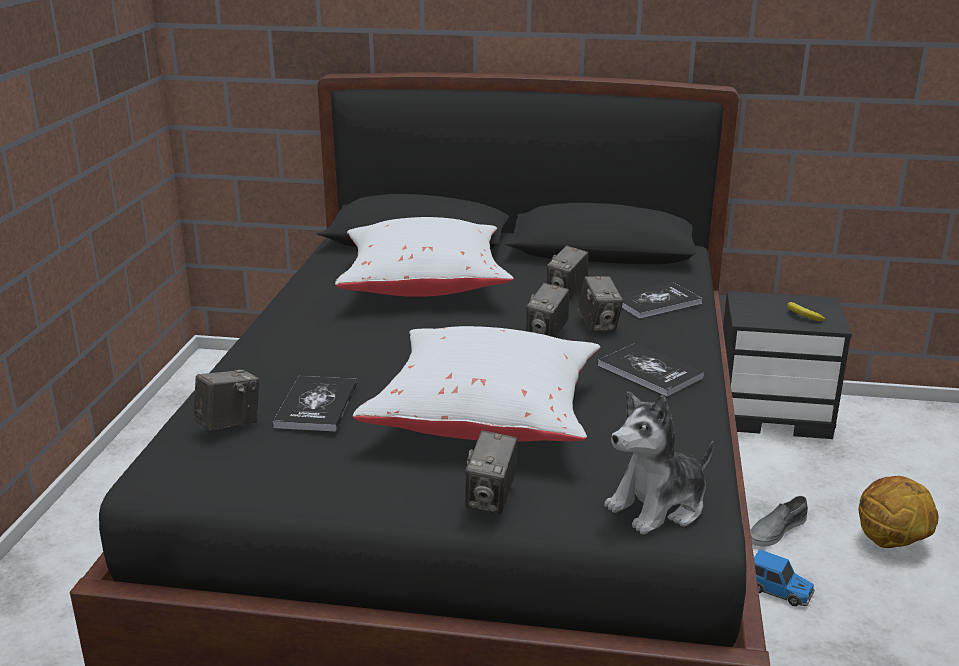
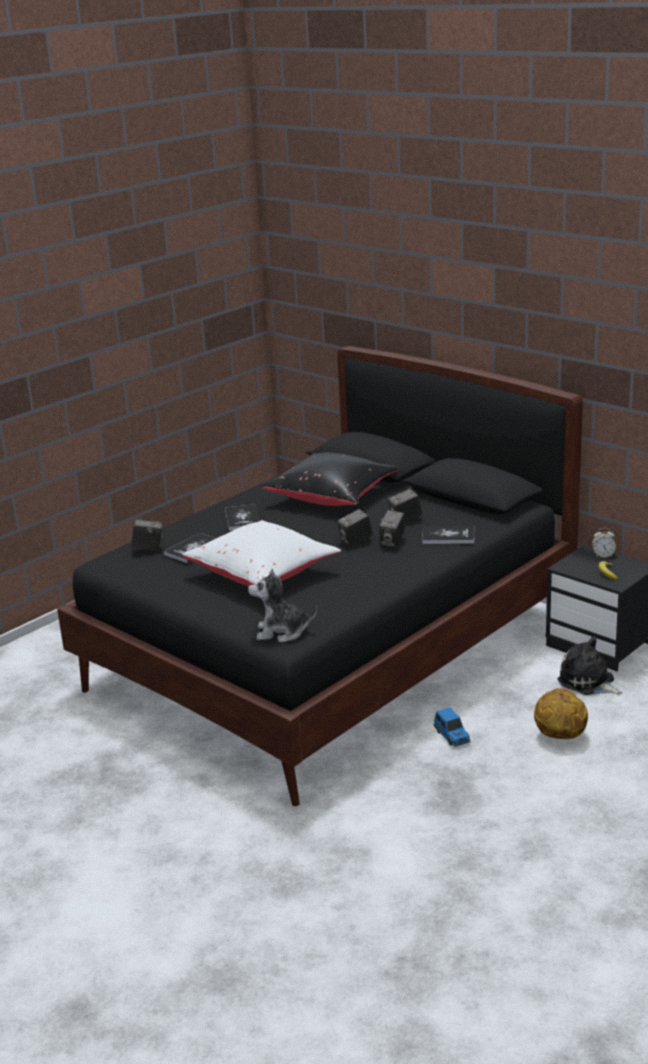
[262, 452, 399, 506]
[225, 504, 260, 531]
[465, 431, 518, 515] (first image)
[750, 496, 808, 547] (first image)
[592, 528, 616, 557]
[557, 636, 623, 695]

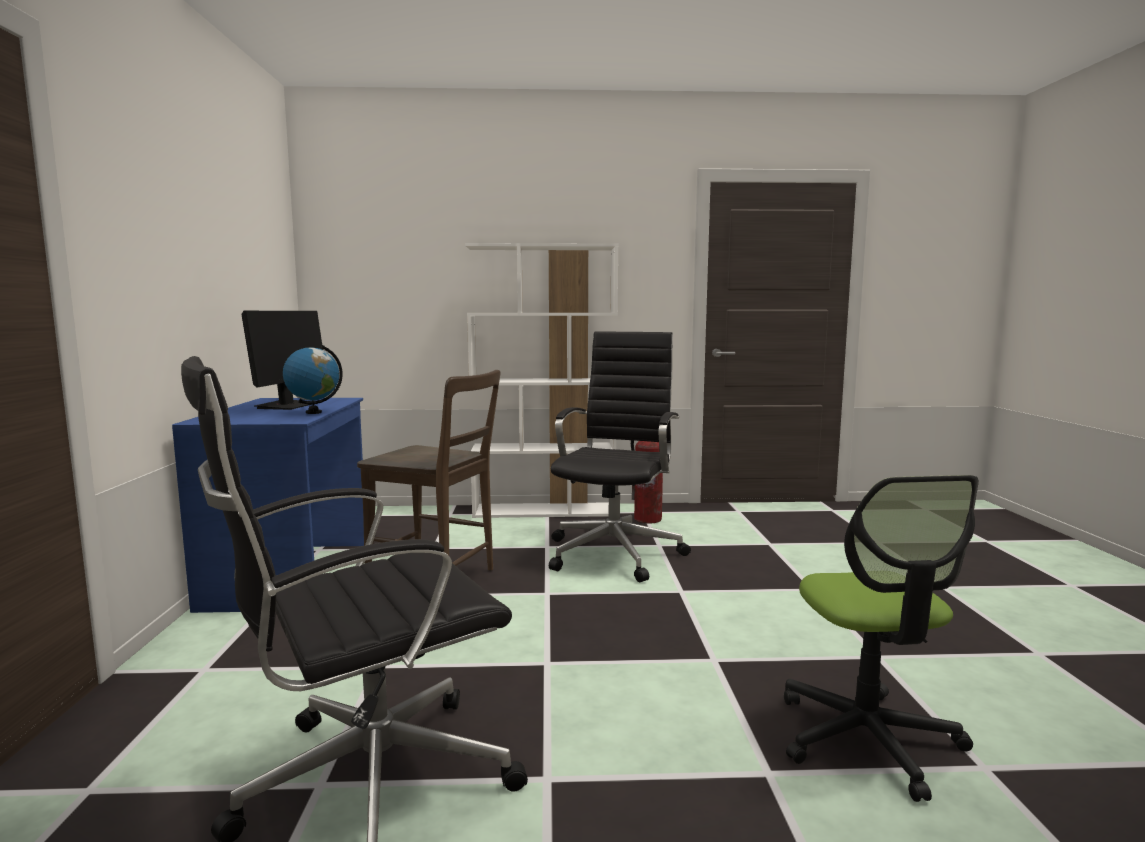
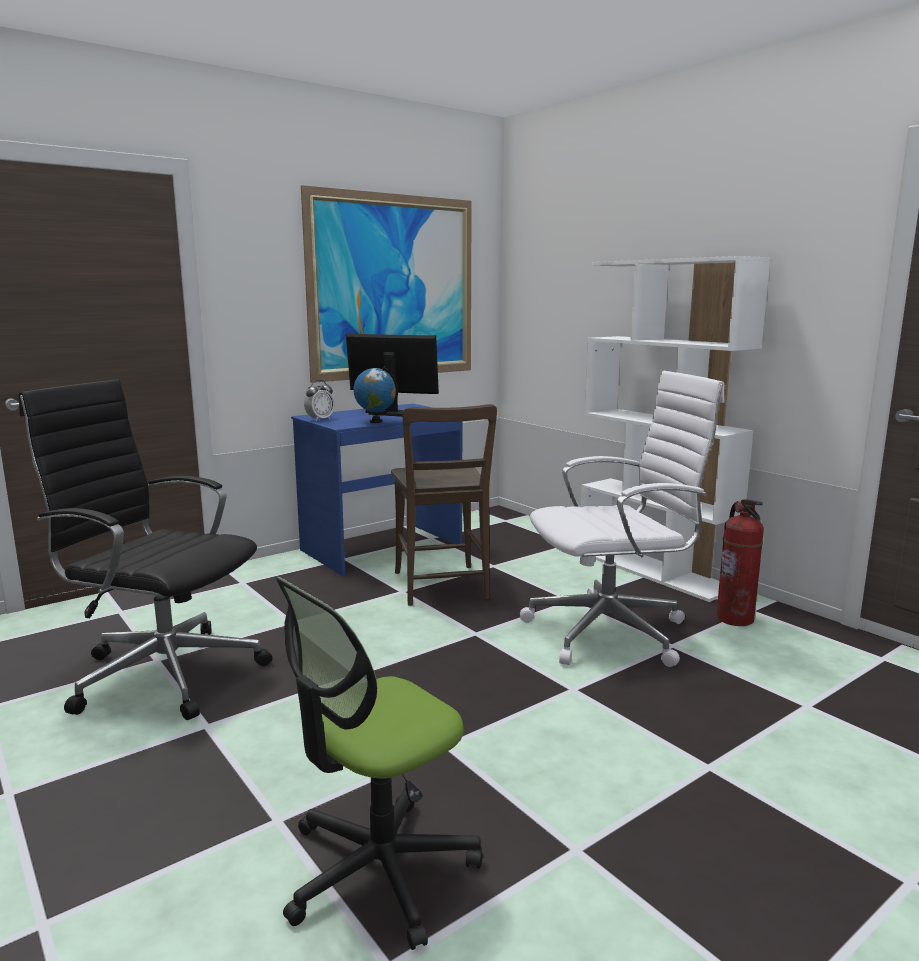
[346, 333, 439, 417]
[520, 371, 725, 667]
[301, 185, 472, 383]
[304, 380, 335, 421]

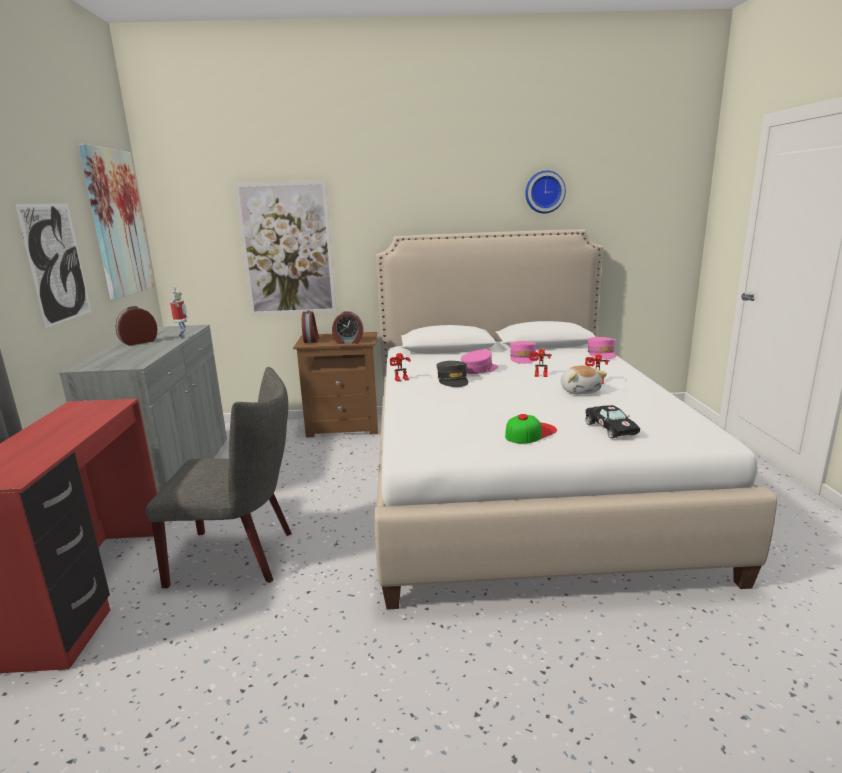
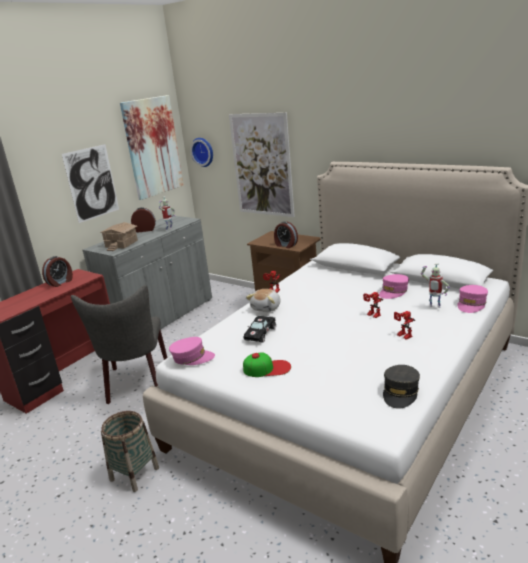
[190, 138, 213, 167]
[42, 256, 73, 287]
[169, 337, 215, 365]
[383, 365, 420, 409]
[246, 289, 280, 312]
[71, 285, 168, 404]
[244, 316, 276, 342]
[100, 222, 138, 251]
[421, 263, 450, 308]
[101, 411, 159, 492]

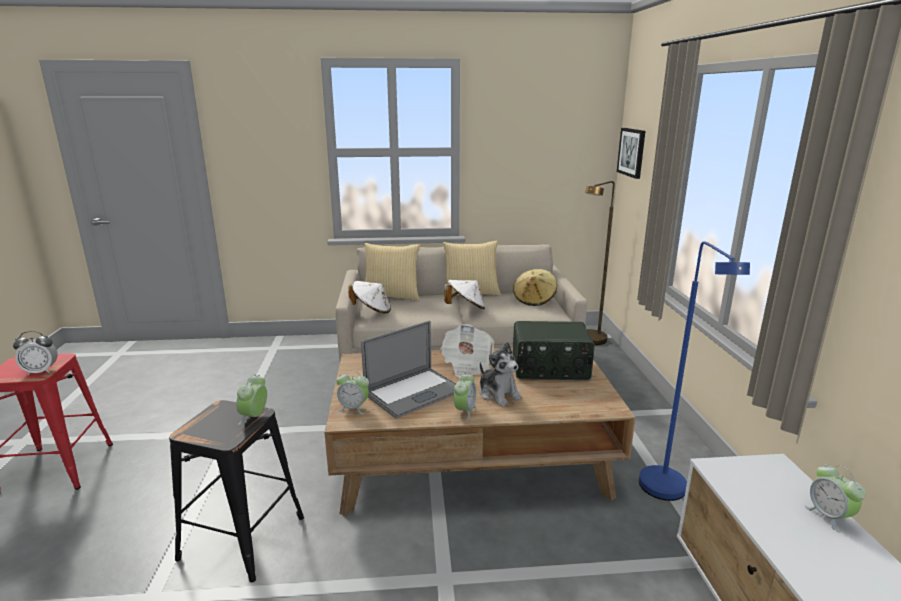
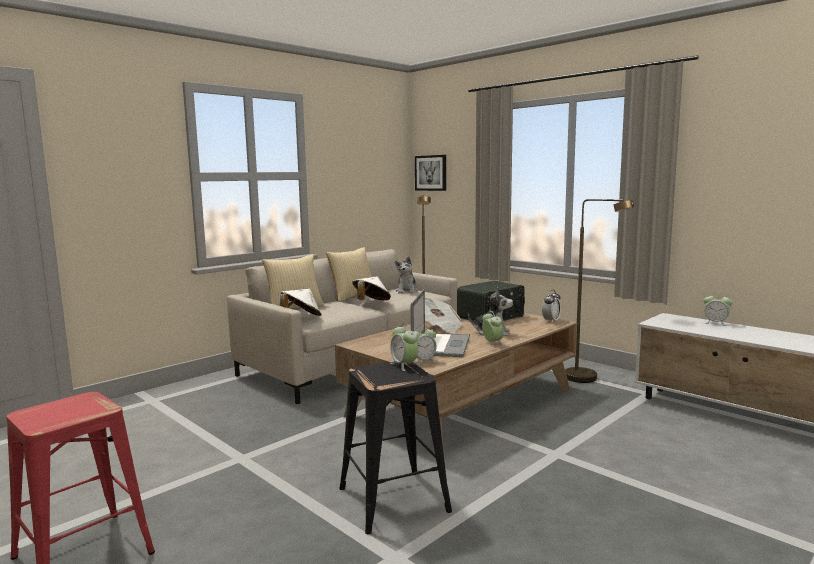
[565, 199, 634, 383]
[395, 257, 418, 293]
[542, 290, 561, 323]

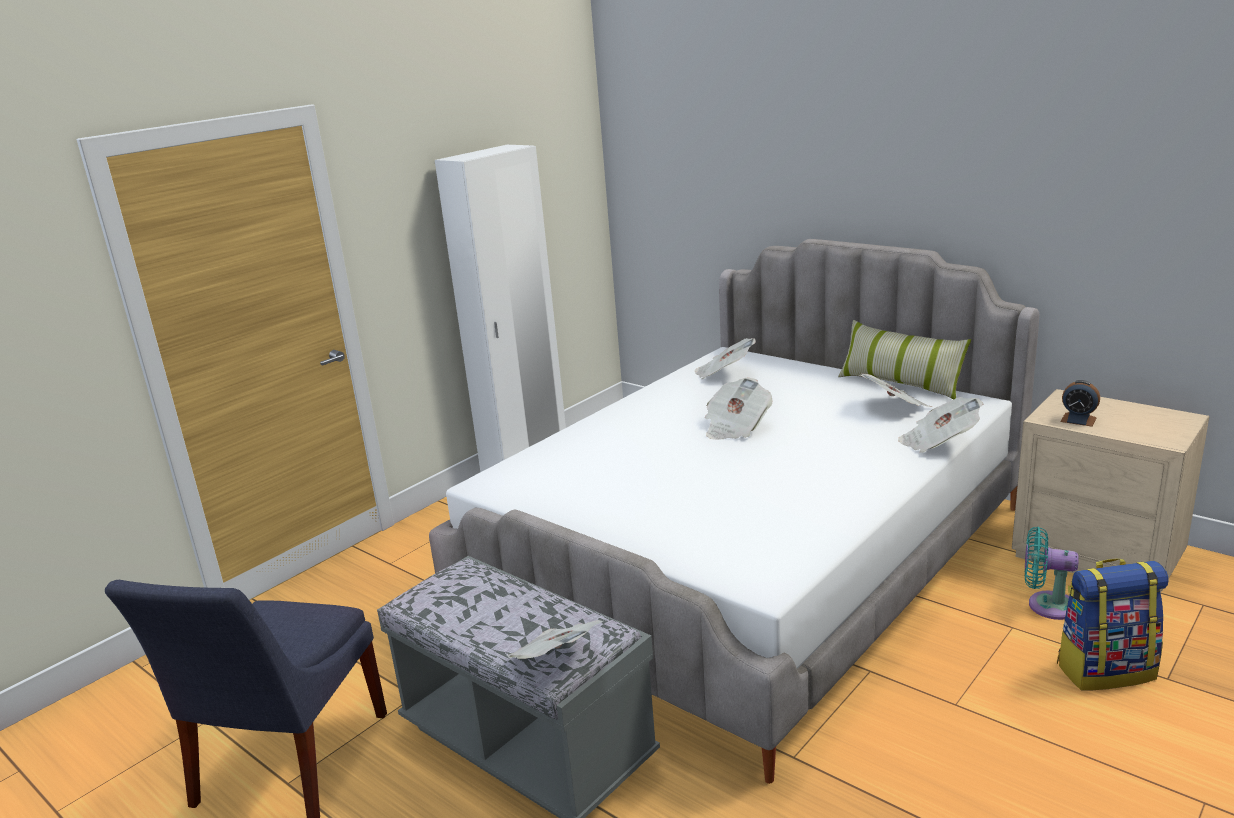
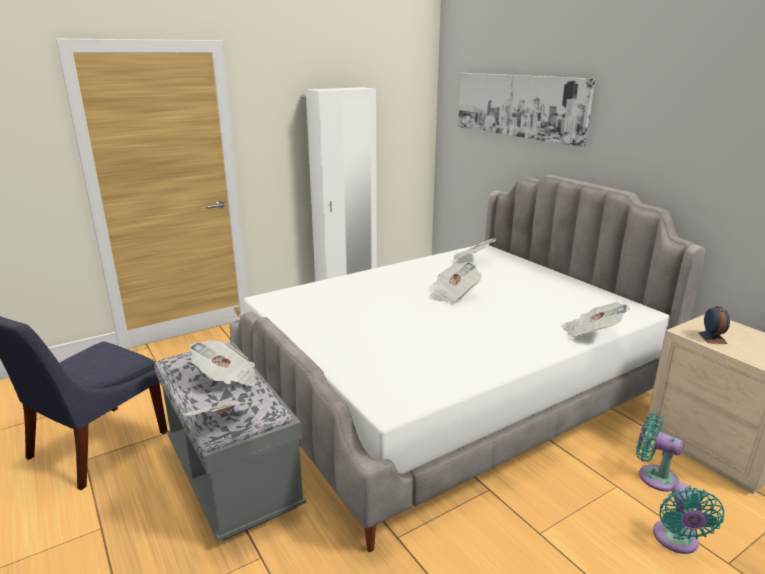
[838, 320, 971, 400] (first image)
[189, 340, 256, 386]
[698, 306, 730, 344]
[653, 482, 724, 554]
[458, 73, 595, 147]

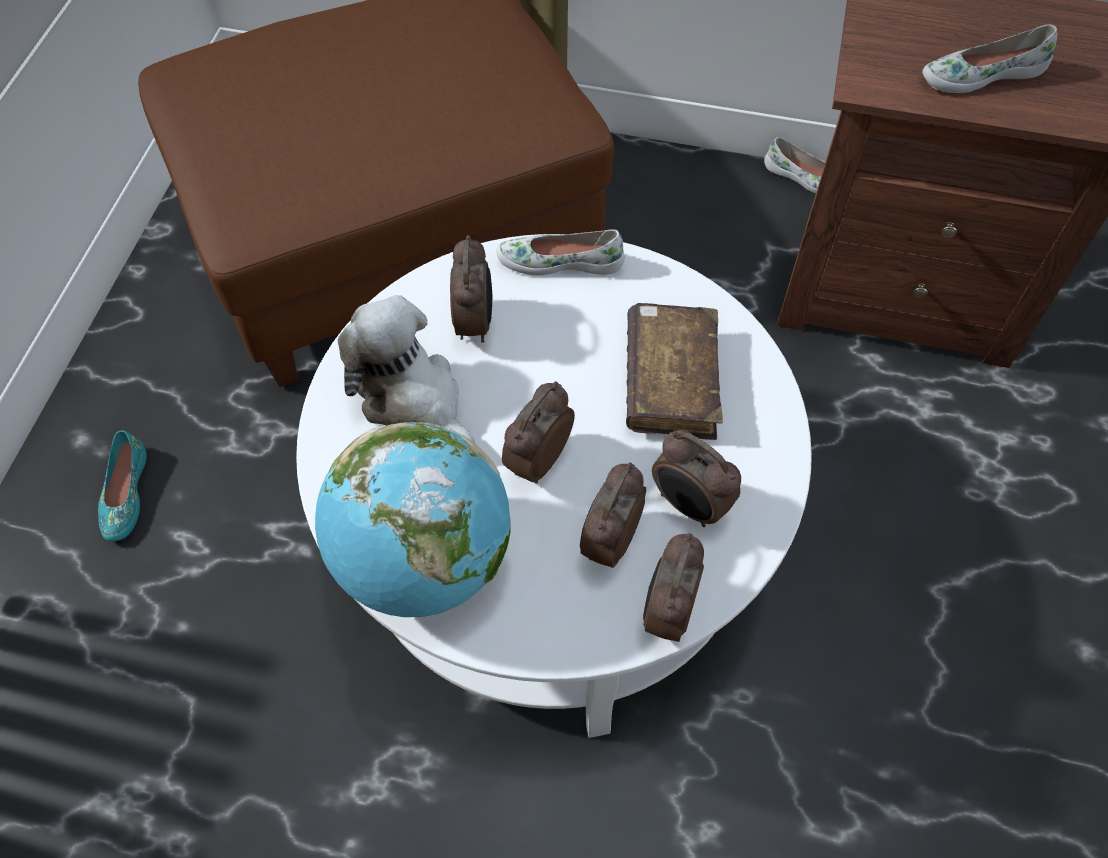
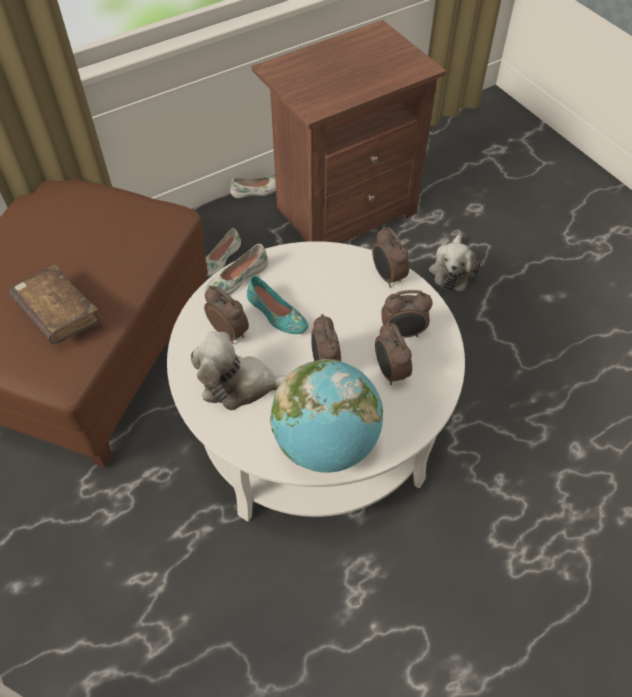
[206, 228, 241, 277]
[9, 265, 102, 345]
[247, 276, 308, 334]
[372, 226, 409, 287]
[429, 235, 481, 291]

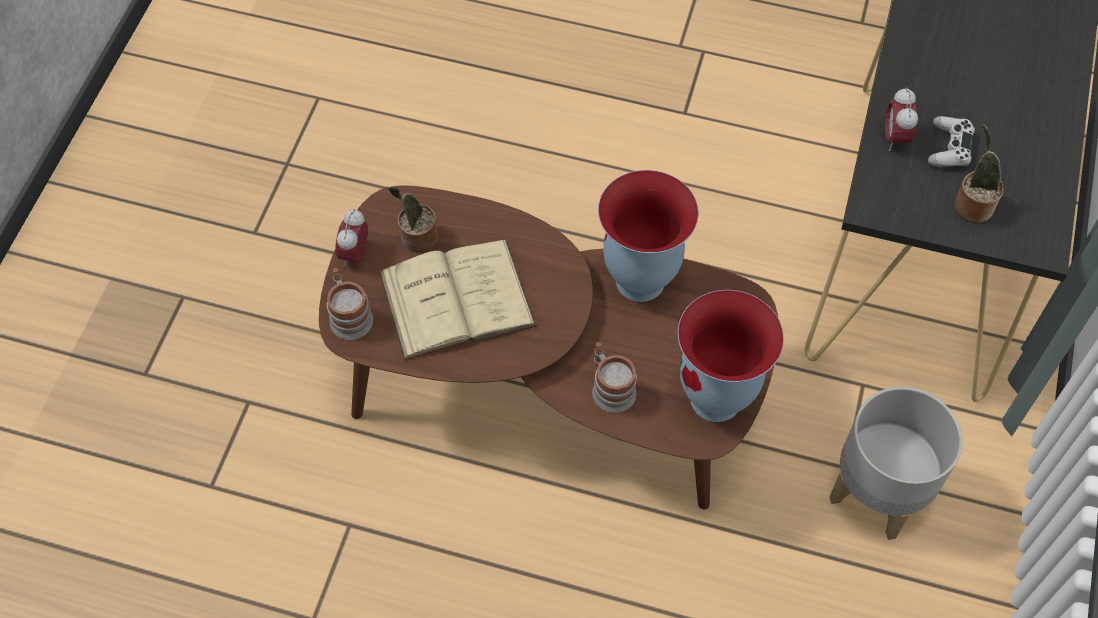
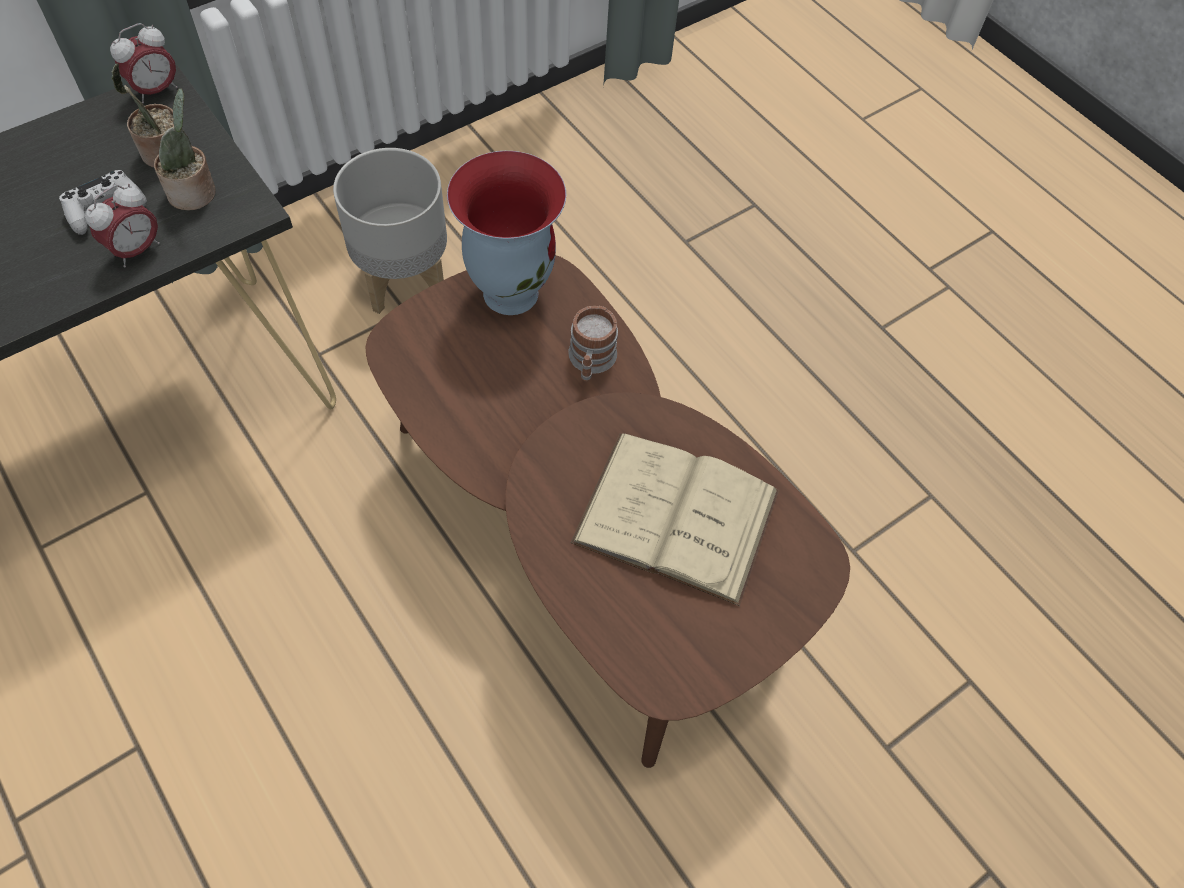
[598, 170, 699, 302] (first image)
[154, 88, 216, 211]
[110, 23, 178, 103]
[327, 268, 373, 340] (first image)

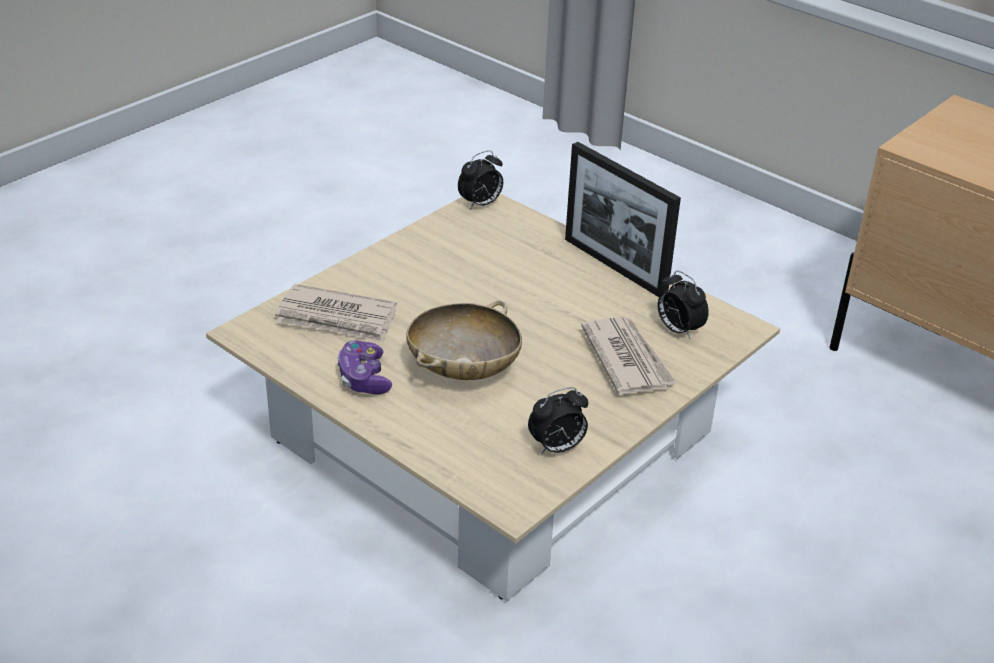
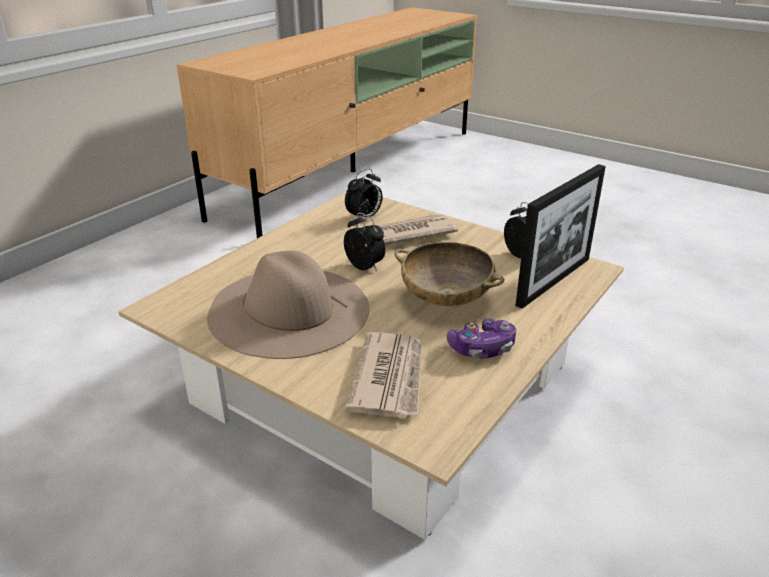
[515, 164, 606, 309]
[344, 213, 386, 272]
[207, 251, 369, 359]

